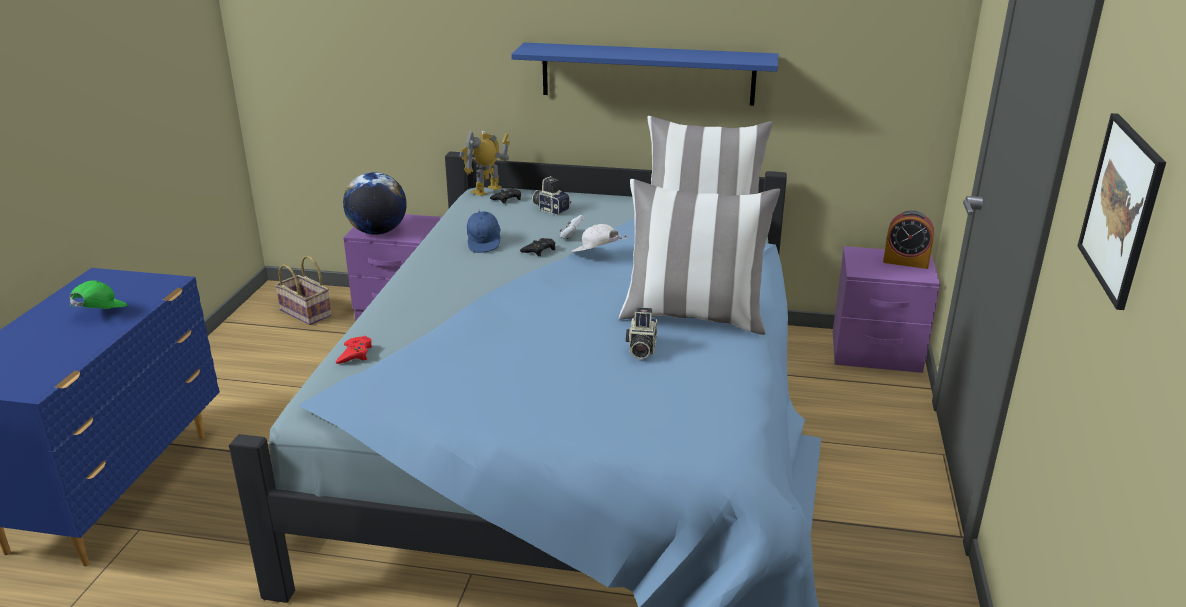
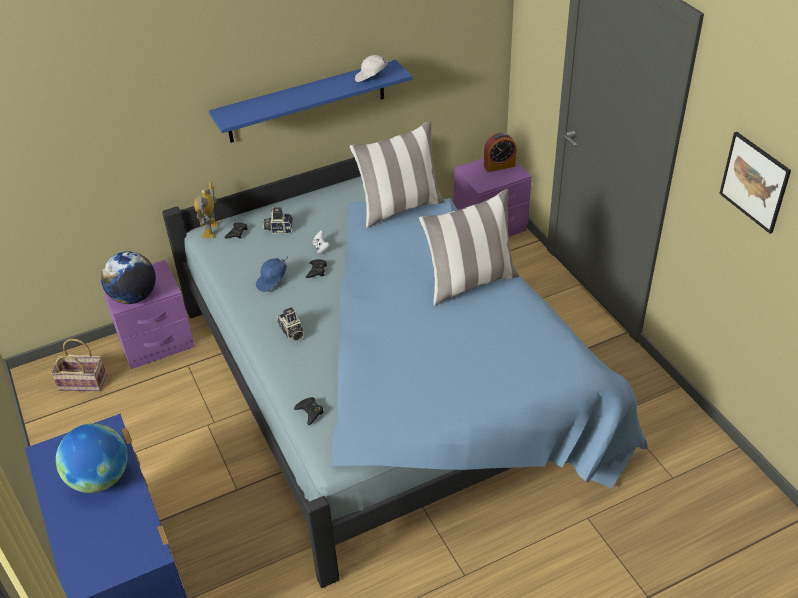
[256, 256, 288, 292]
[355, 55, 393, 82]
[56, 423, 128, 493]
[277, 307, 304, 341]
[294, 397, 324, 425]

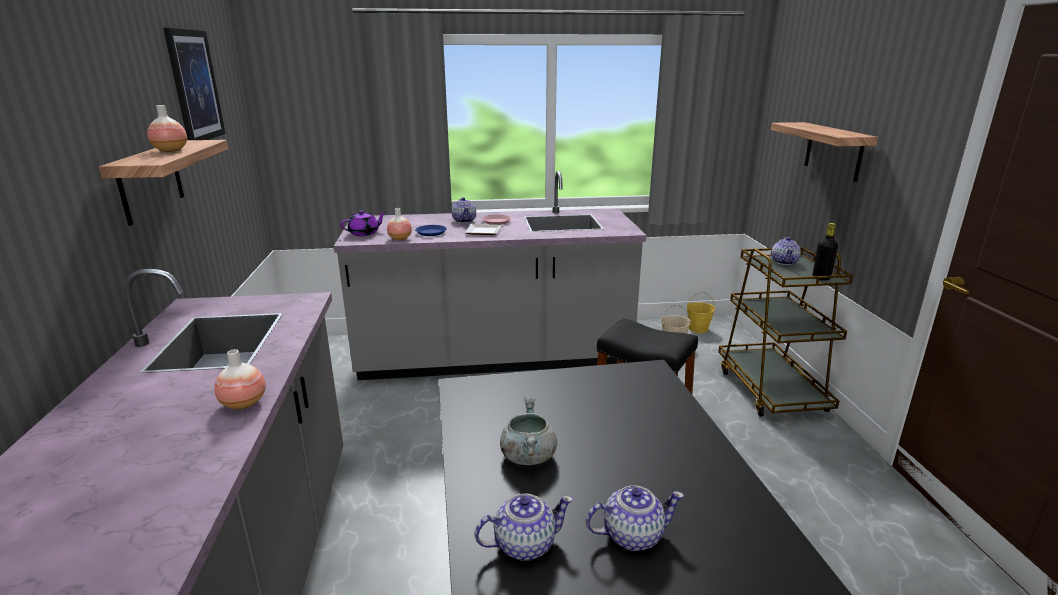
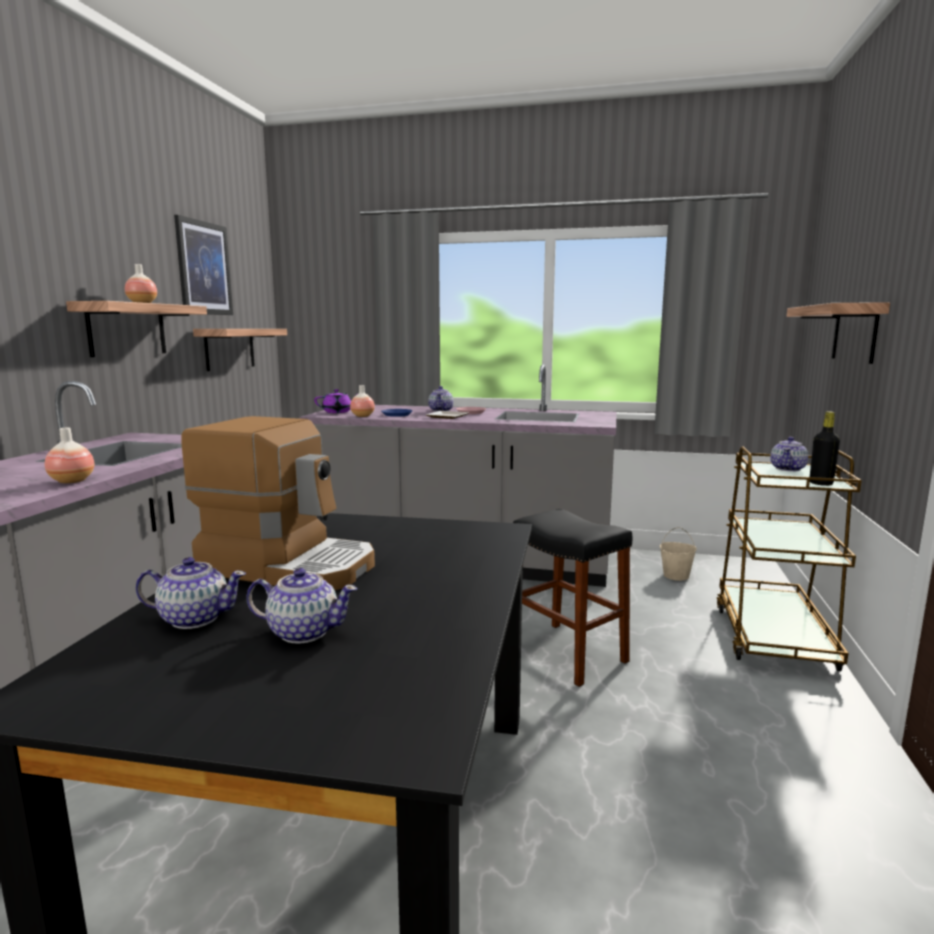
[687, 292, 715, 333] (first image)
[181, 416, 375, 590]
[193, 329, 287, 371]

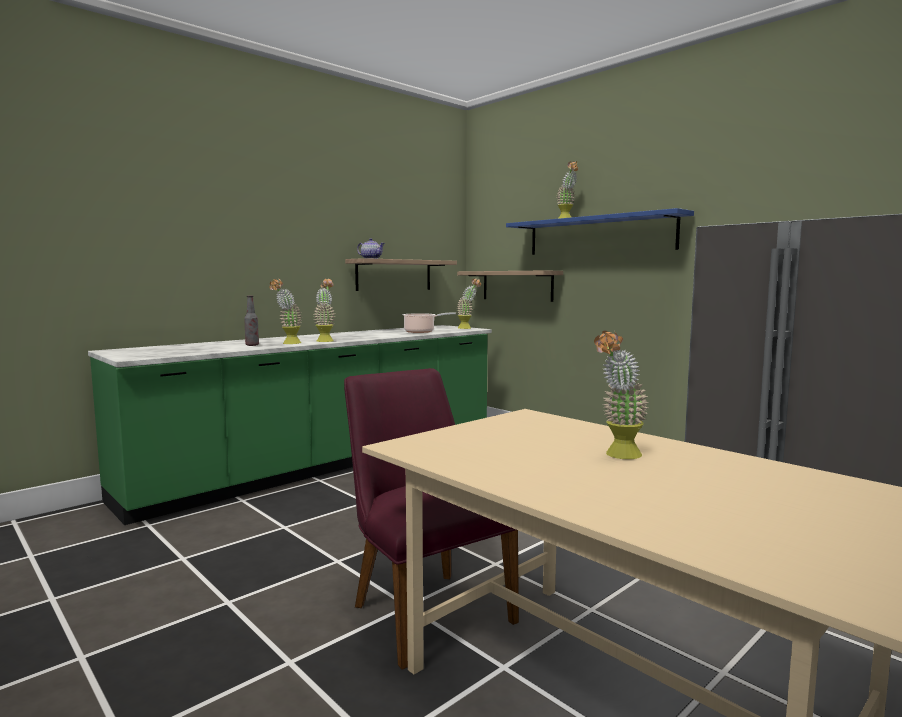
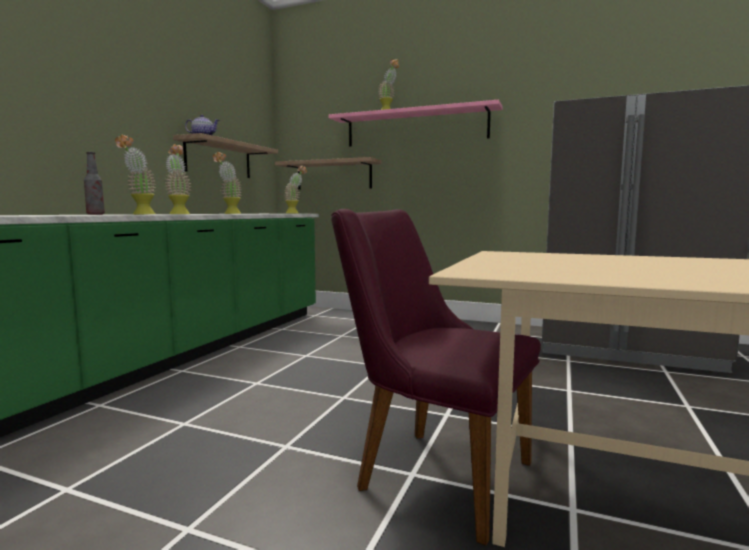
[328, 100, 503, 147]
[403, 312, 456, 333] (first image)
[213, 152, 242, 214]

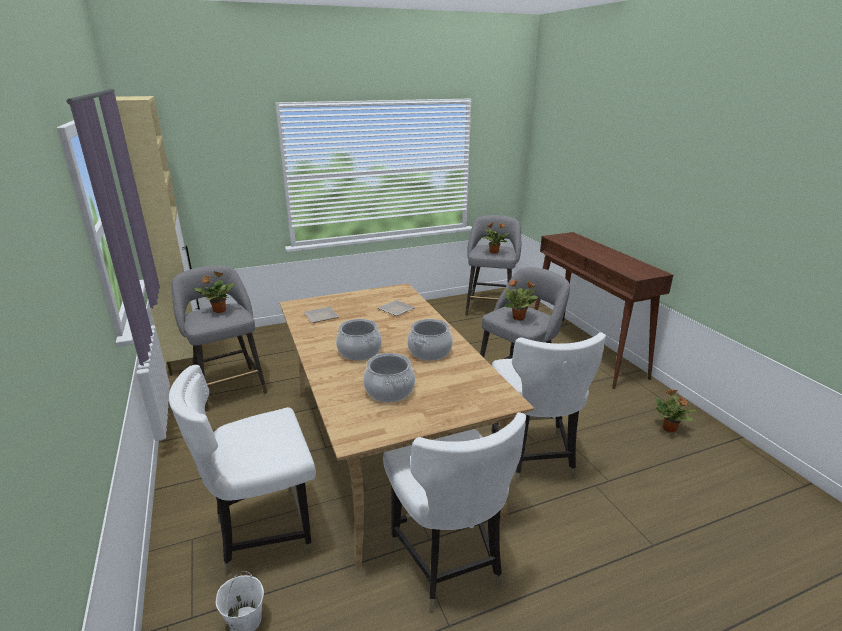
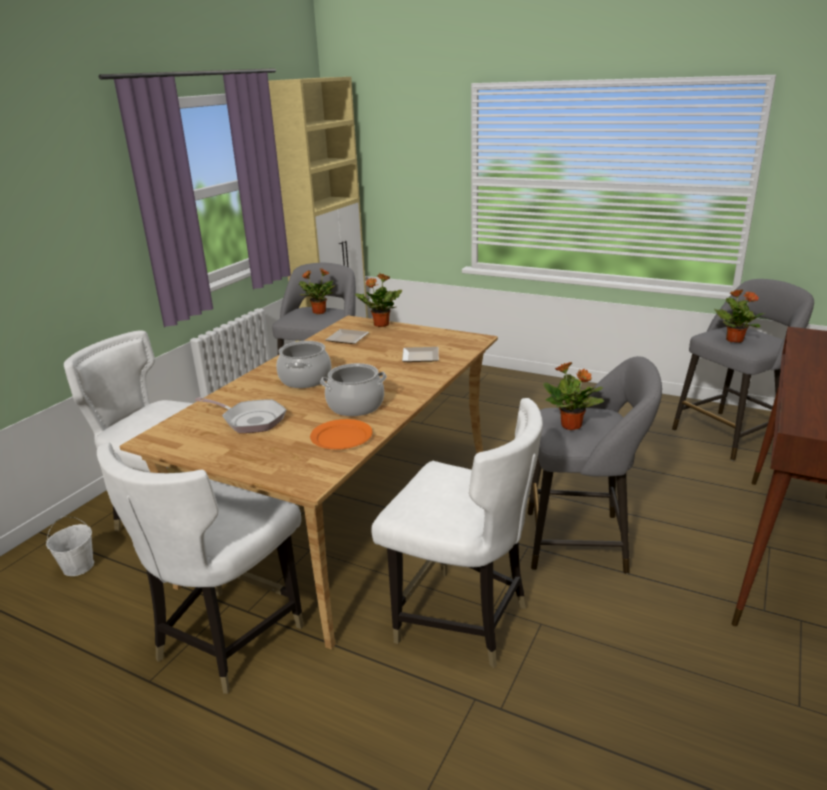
[371, 398, 543, 668]
[195, 397, 286, 433]
[355, 274, 402, 327]
[310, 419, 373, 449]

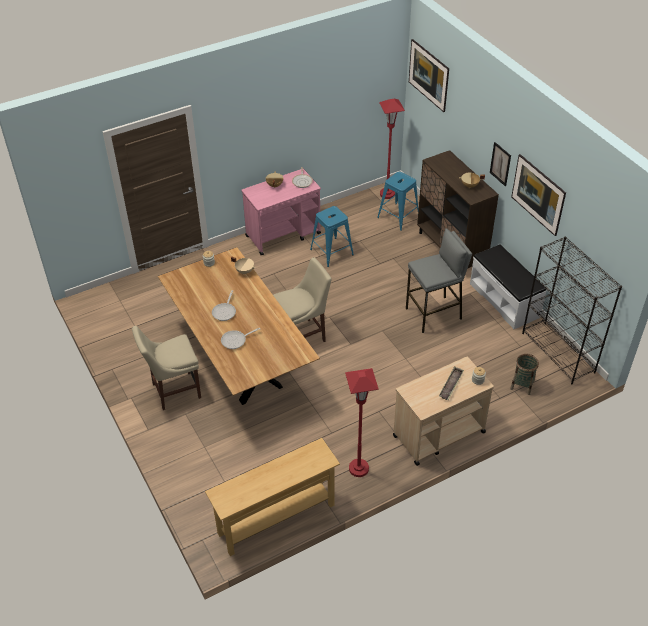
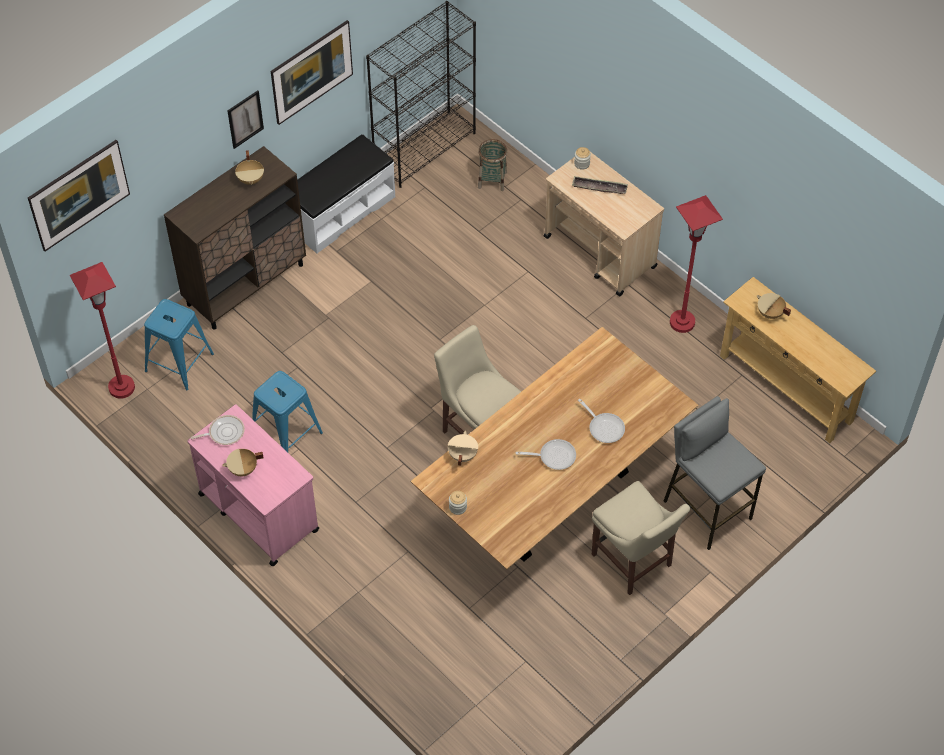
[664, 396, 766, 550]
[757, 293, 791, 319]

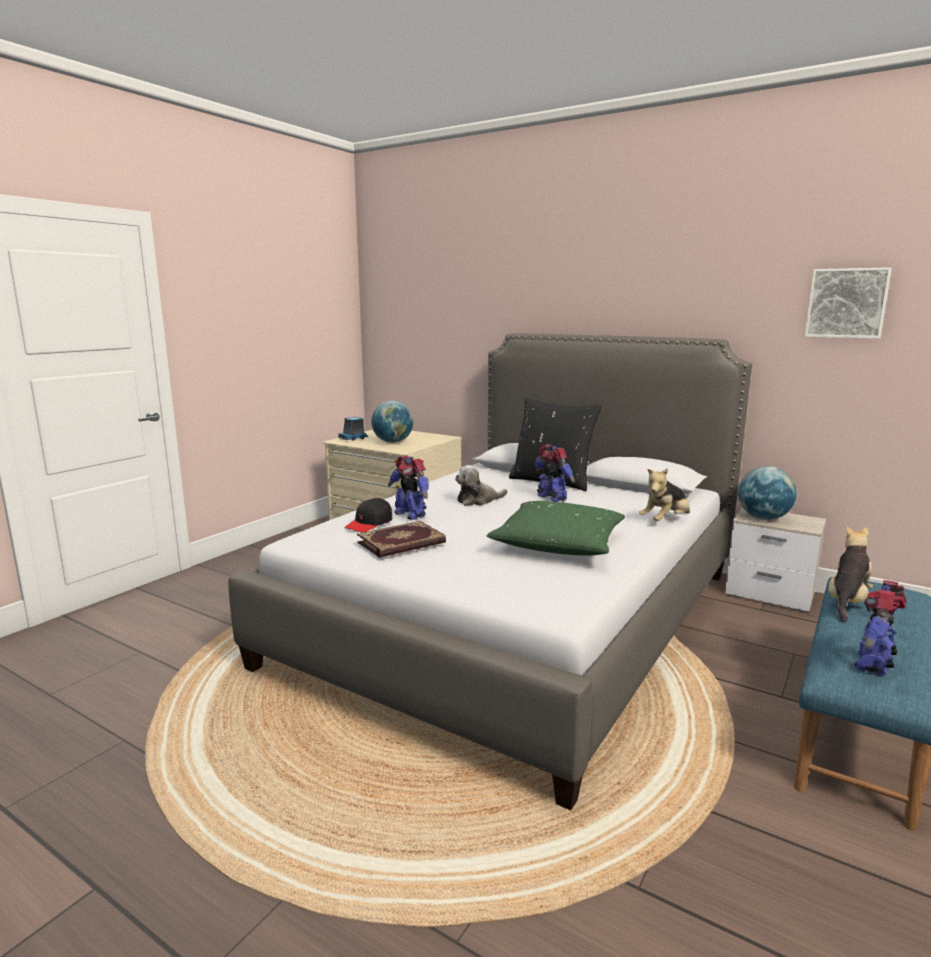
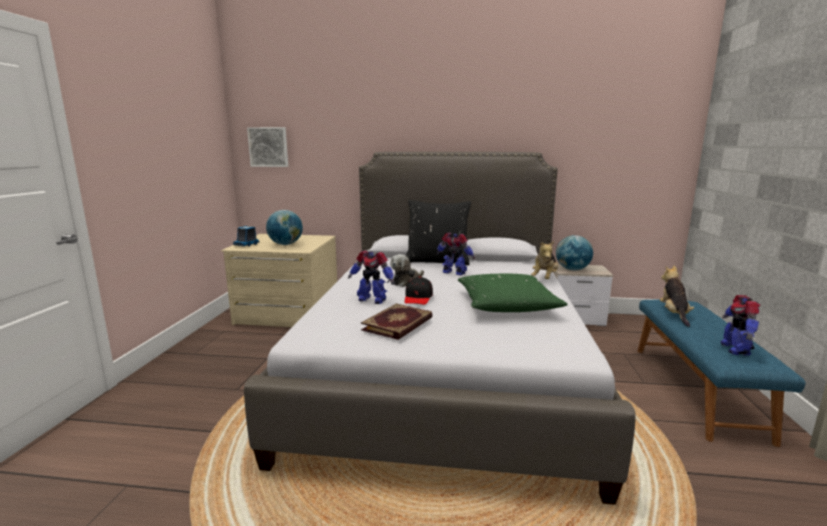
[247, 127, 288, 167]
[405, 277, 433, 305]

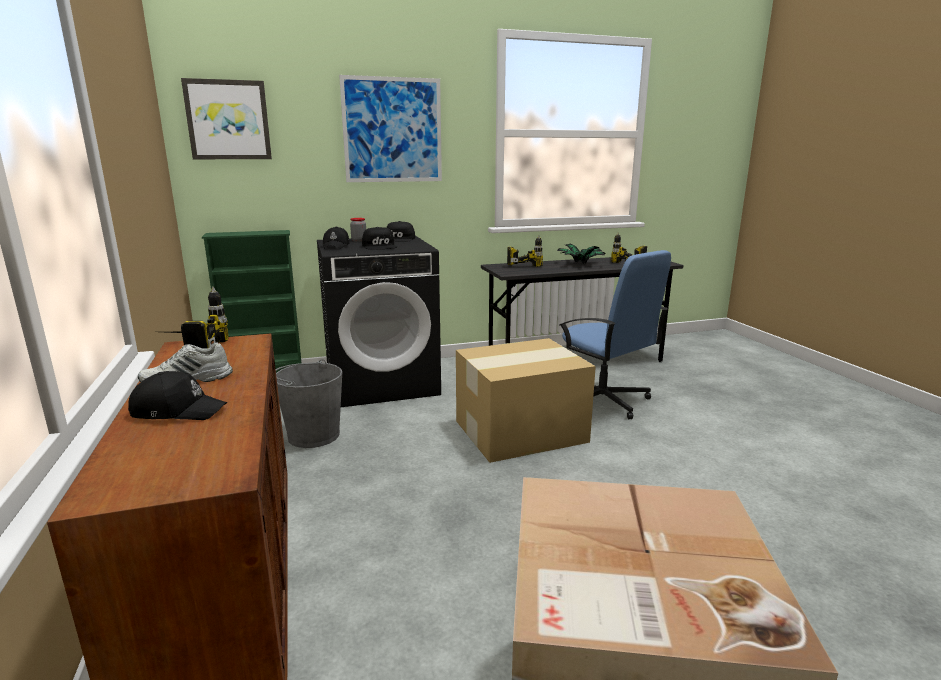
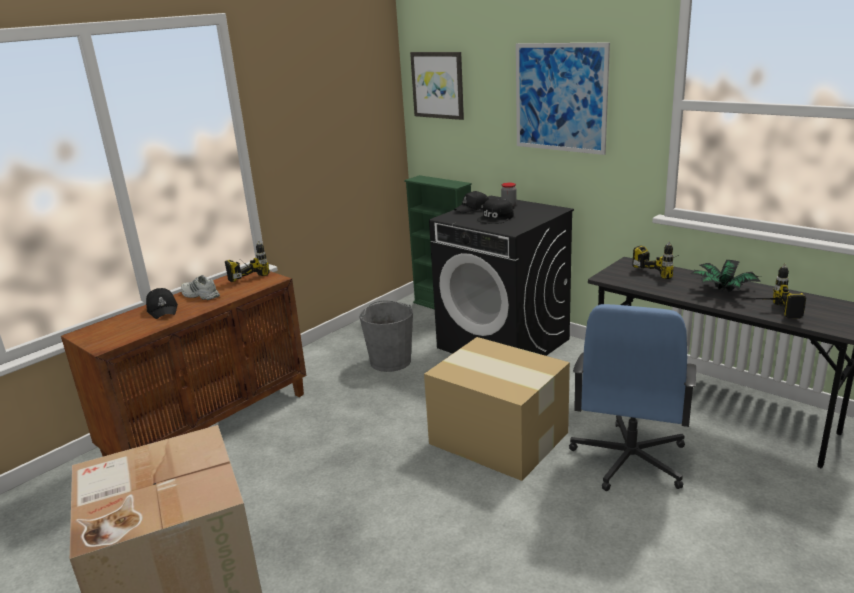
[387, 221, 415, 242] (first image)

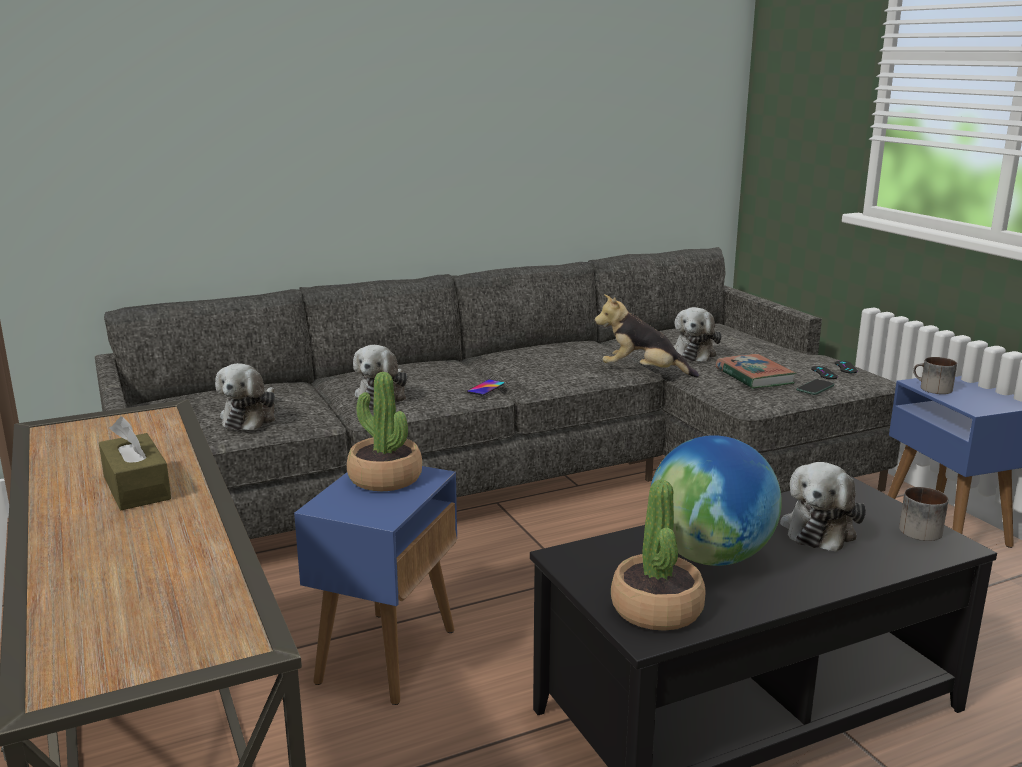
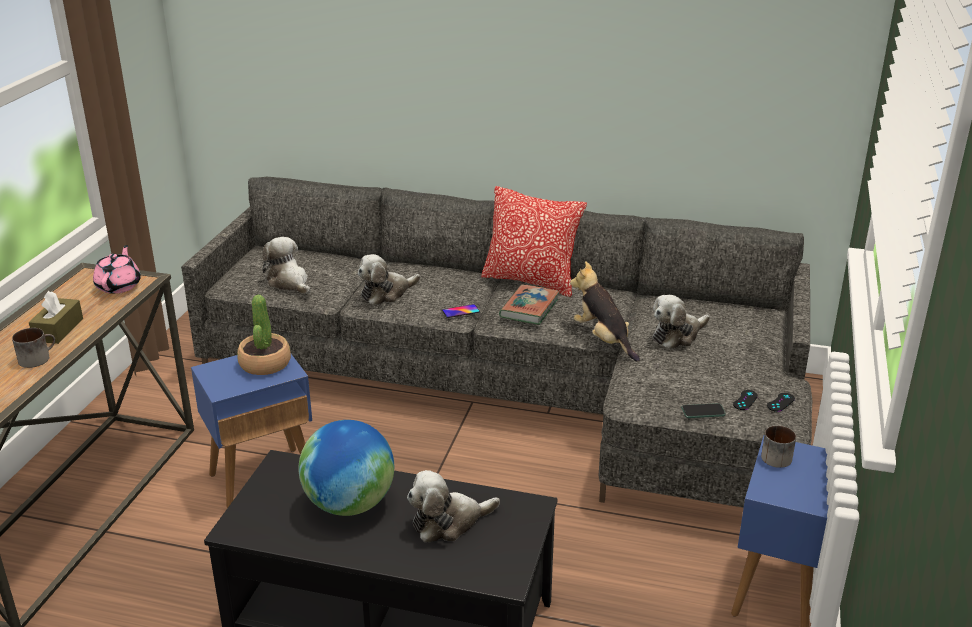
[499, 284, 560, 325]
[262, 237, 311, 294]
[611, 479, 705, 631] (first image)
[12, 328, 55, 368]
[481, 186, 587, 297]
[93, 245, 141, 294]

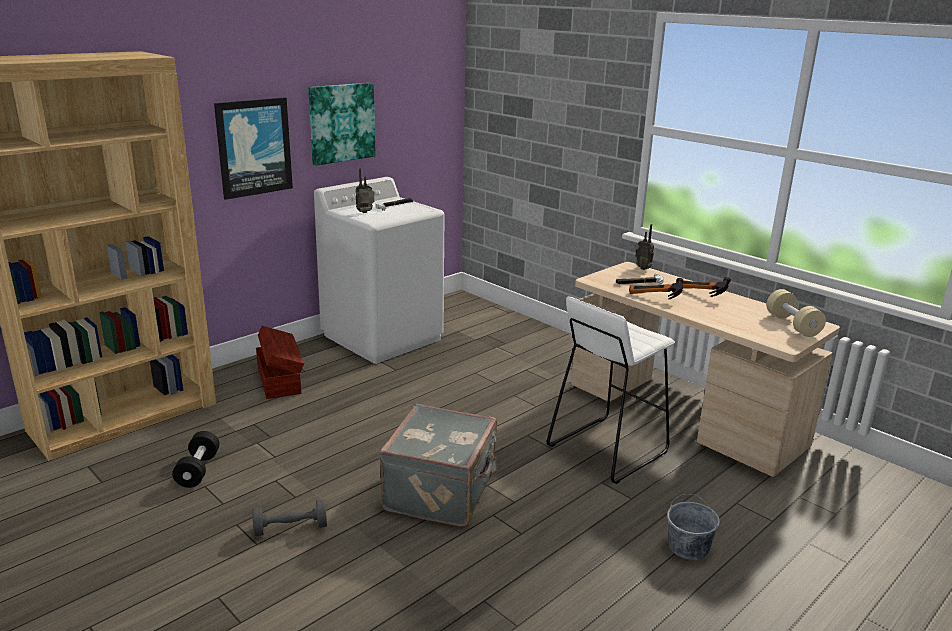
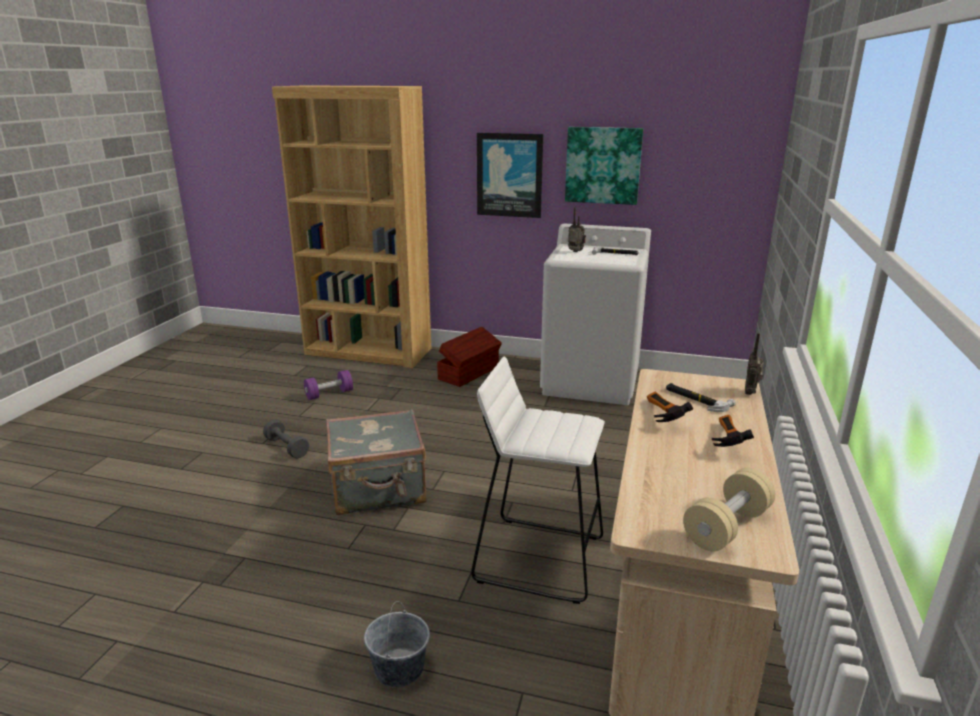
[304, 370, 353, 400]

